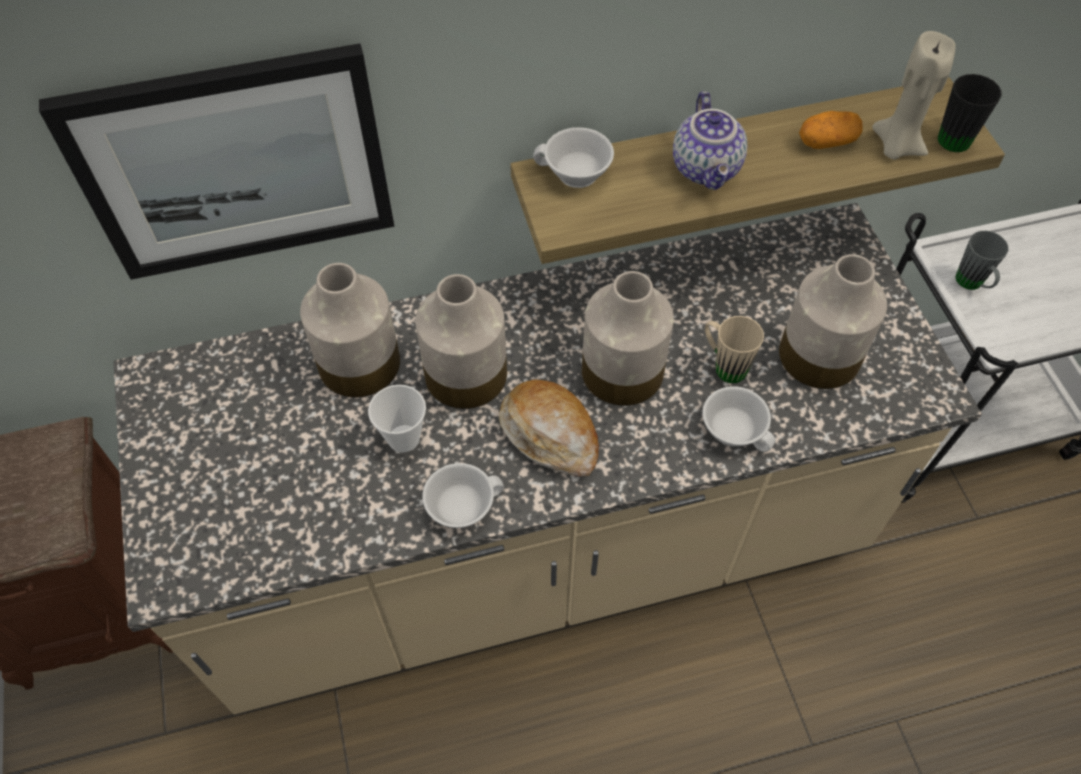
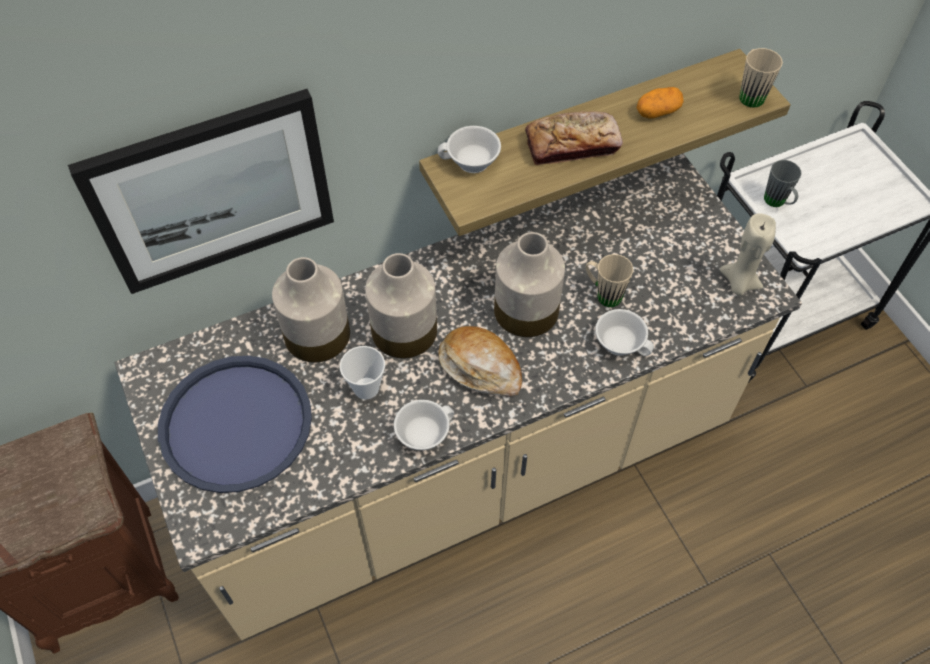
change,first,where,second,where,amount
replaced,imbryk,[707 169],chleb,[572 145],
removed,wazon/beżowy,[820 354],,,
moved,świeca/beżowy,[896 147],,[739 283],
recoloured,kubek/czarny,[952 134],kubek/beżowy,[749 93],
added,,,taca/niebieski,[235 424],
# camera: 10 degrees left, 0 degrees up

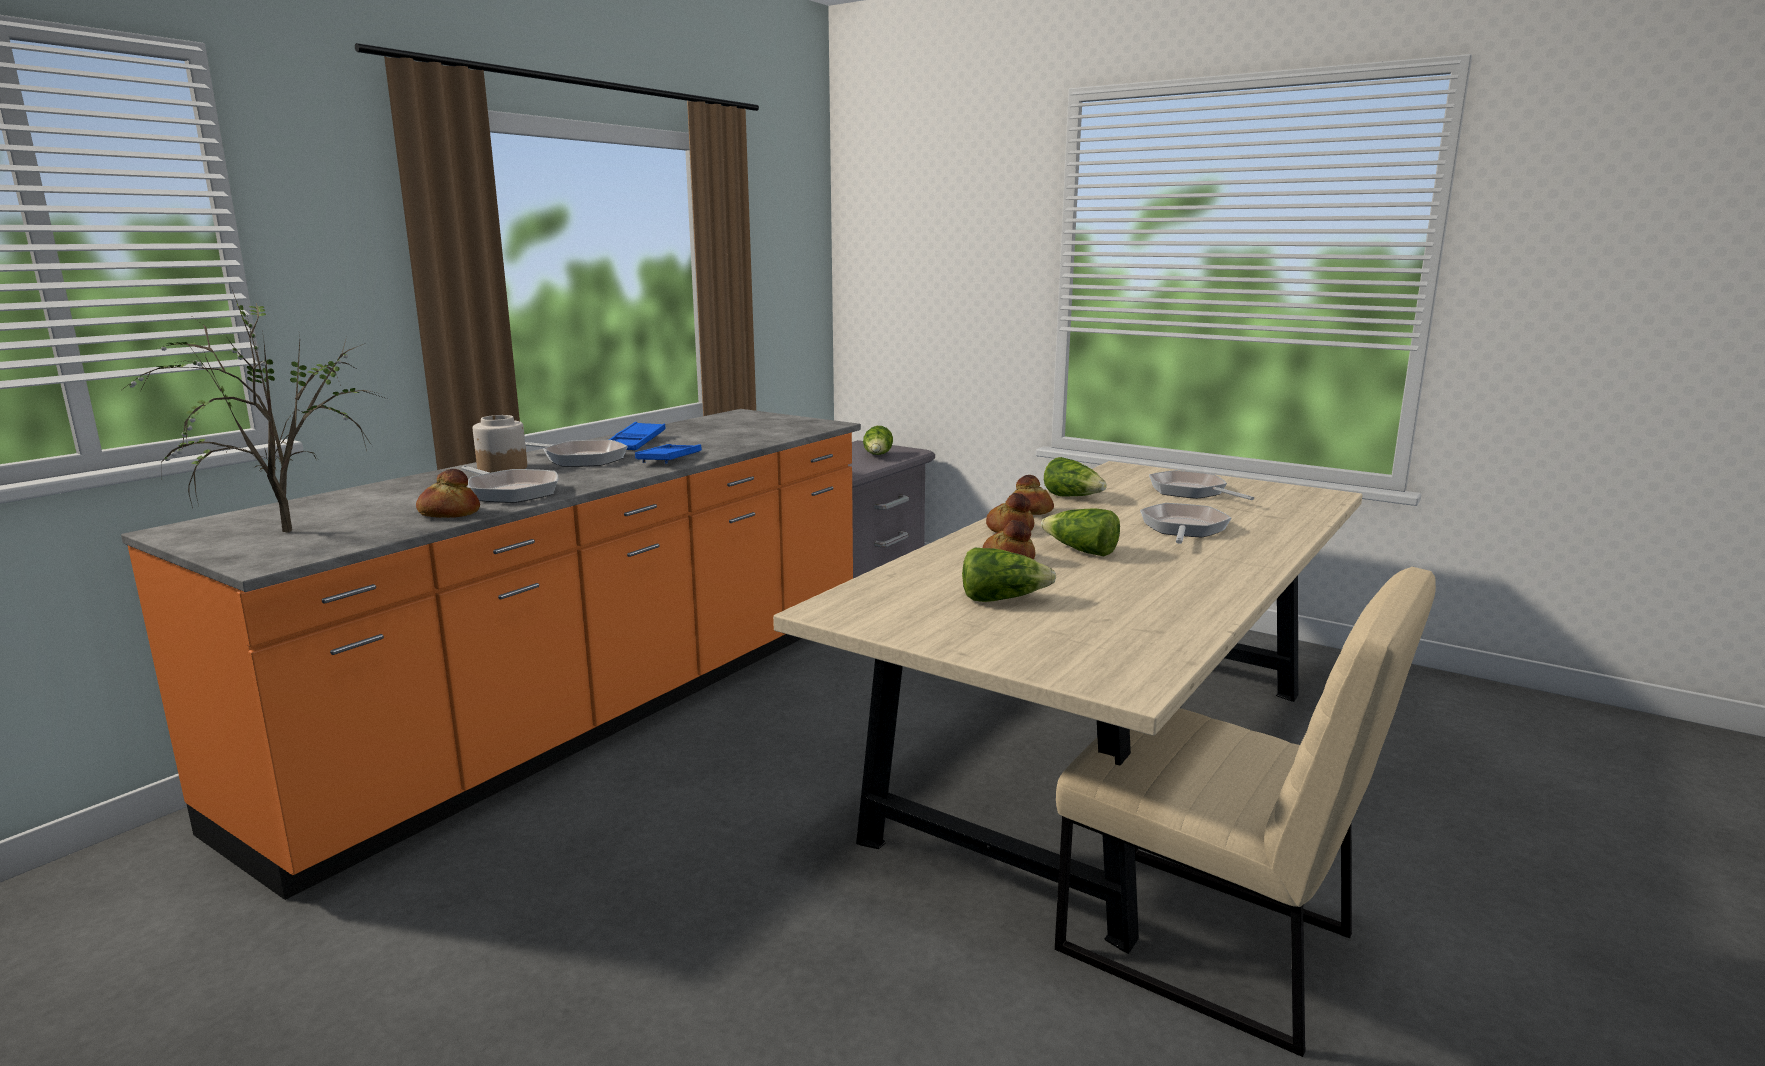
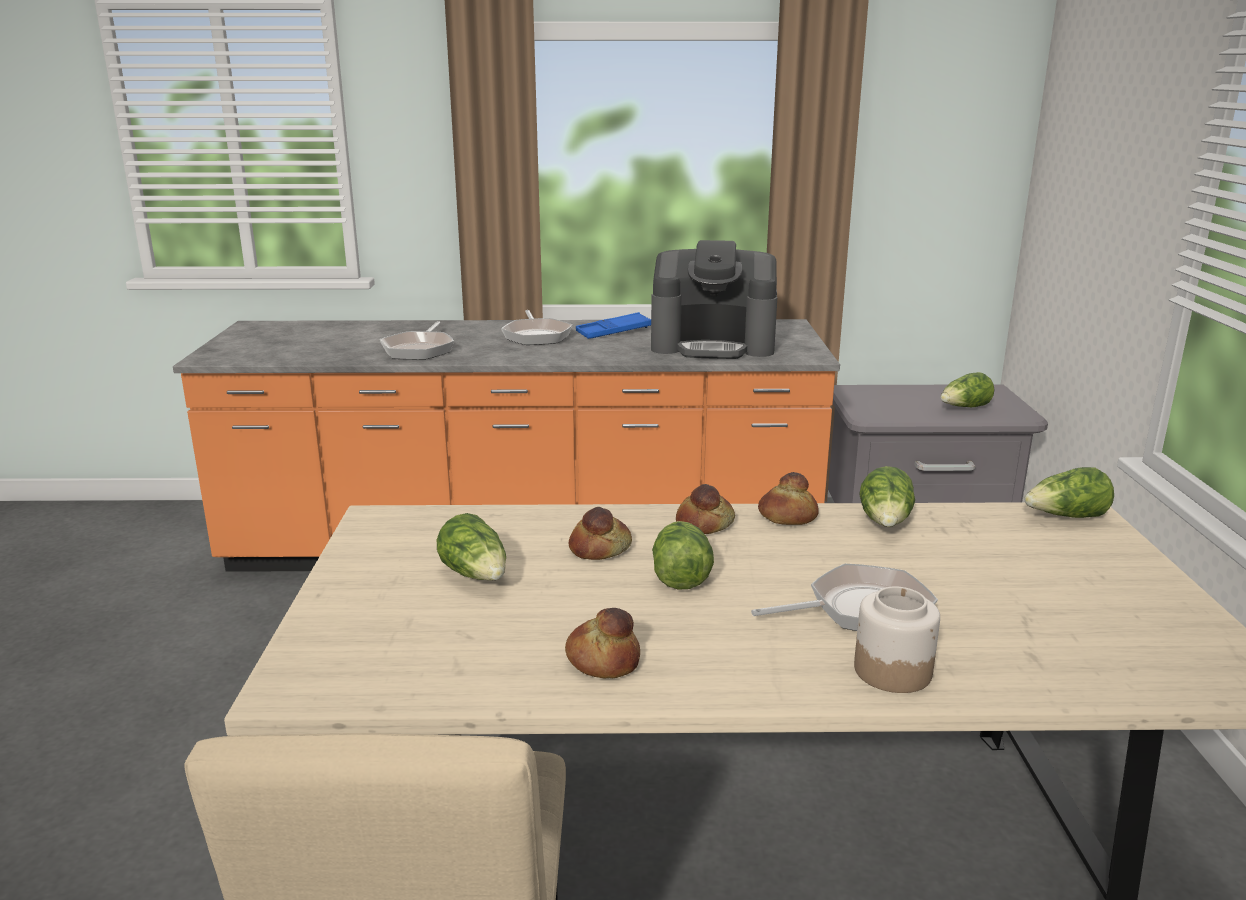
change,first,where,second,where,amount
removed,roślina doniczkowa,[281 530],,,
moved,chleb,[449 513],,[603 660],
moved,słoik,[502 468],,[892 670],
removed,taca/niebieski,[669 459],,,
removed,patelnia,[1191 492],,,
added,,,ekspres do kawy,[713 345],
added,,,sałata,[1066 517],
# camera: 55 degrees right, 5 degrees up

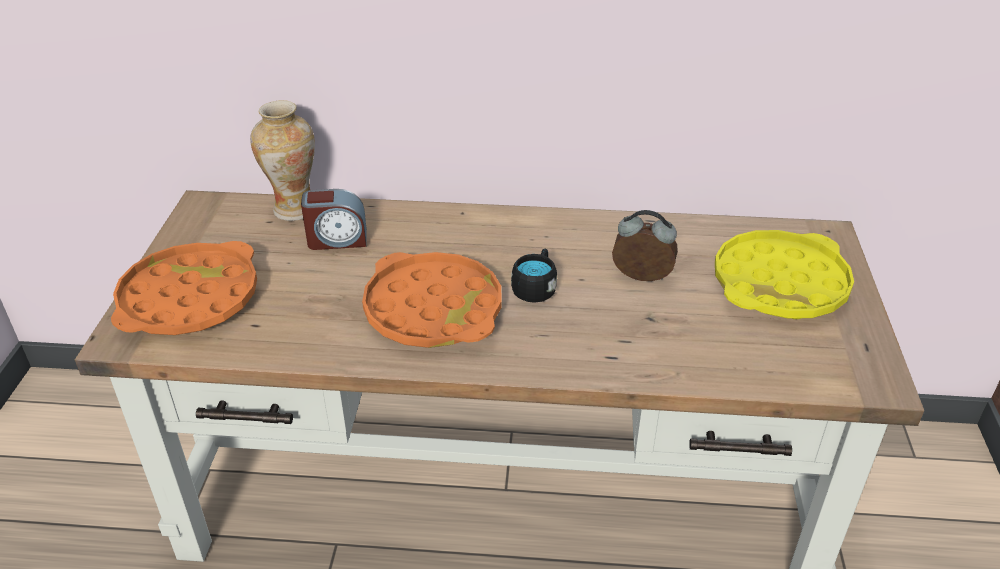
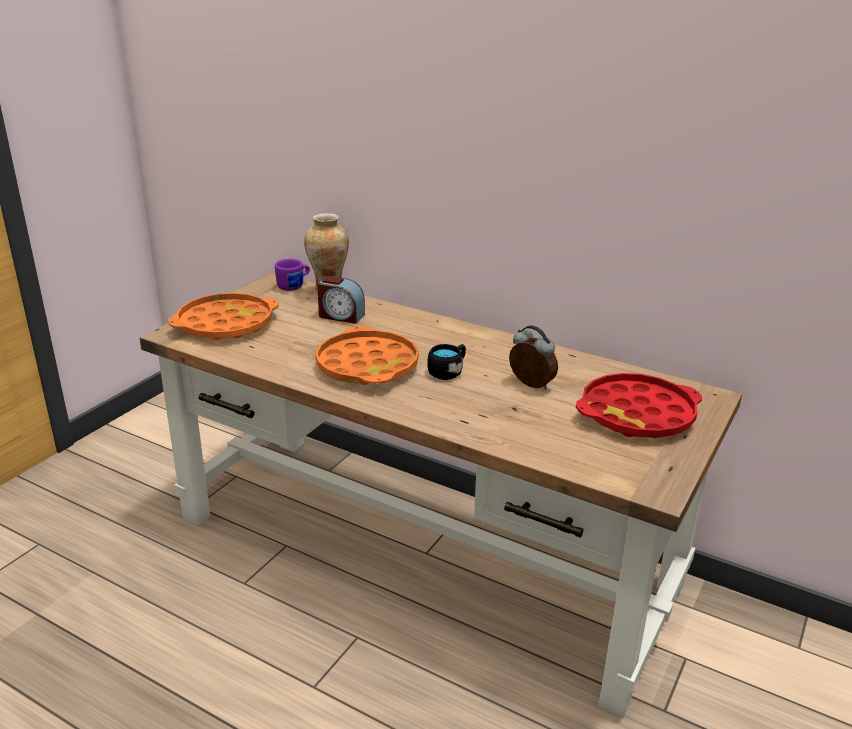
change,first,where,second,where,amount
recoloured,taca/żółty,[780 284],taca/czerwony,[637 415],
added,,,kubek/fioletowy,[294 286],
# camera: 25 degrees right, 10 degrees down

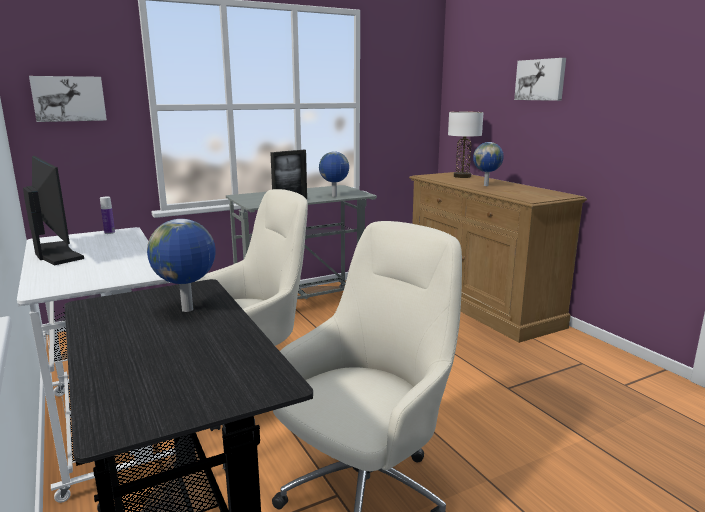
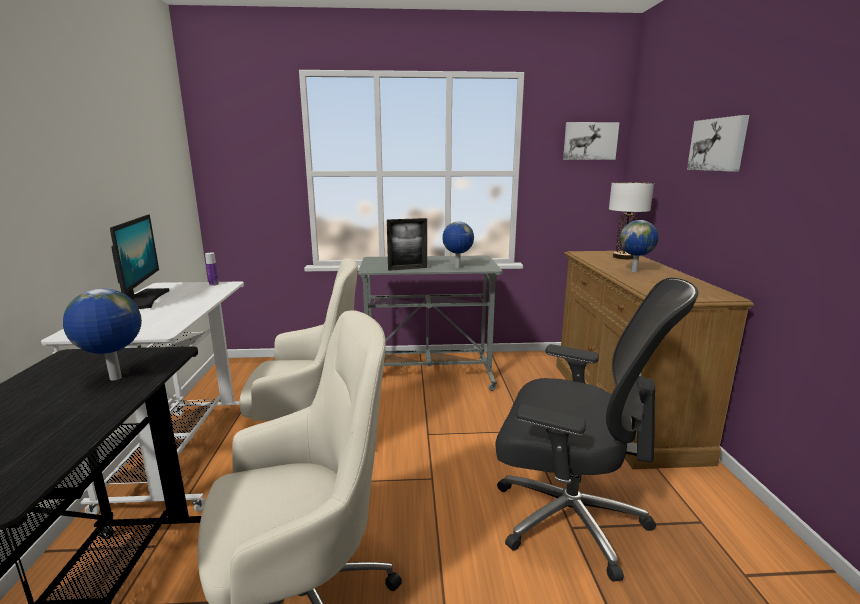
change,first,where,second,where,amount
moved,obraz,[69 98],,[589 141],
added,,,krzesło biurowe,[566 521],
# camera: 25 degrees right, 0 degrees up

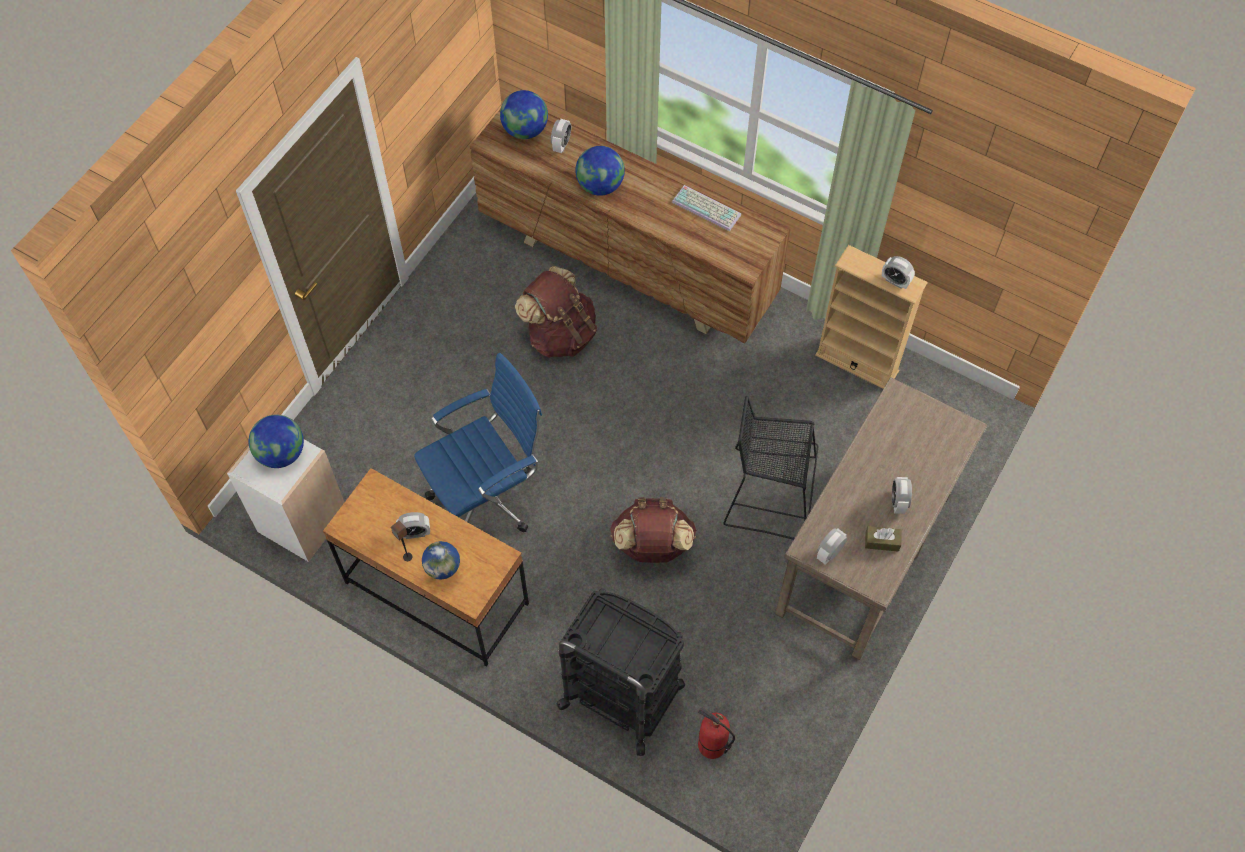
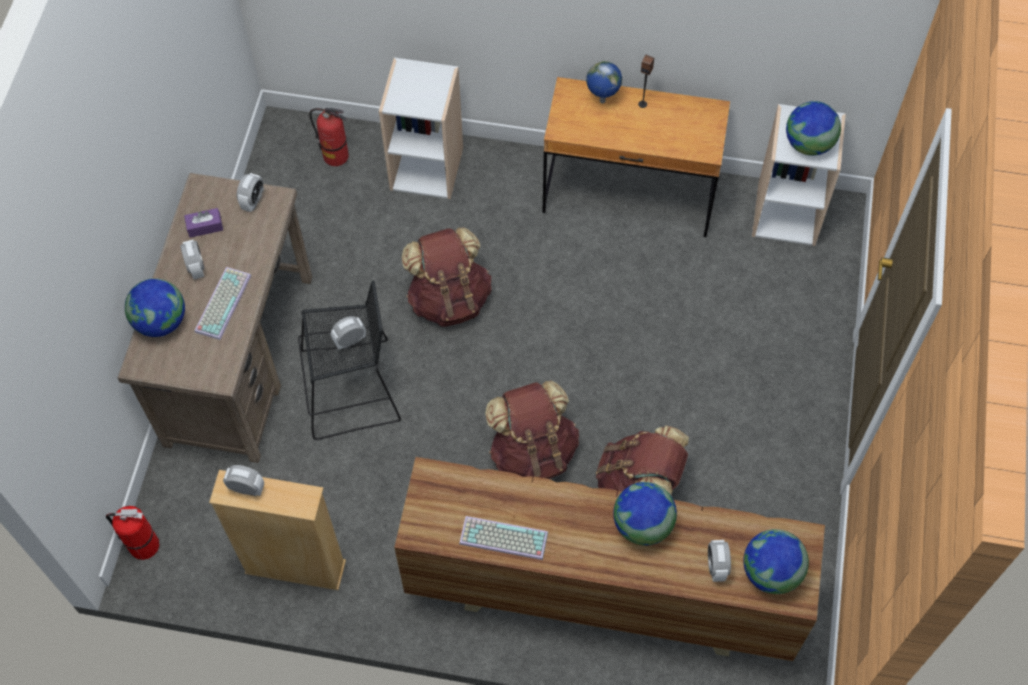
change,first,where,second,where,amount
moved,budzik,[415 533],,[350 341],
removed,krzesło biurowe/niebieski,[488 496],,,
replaced,wózek/czarny,[622 695],regał,[427 168],
recoloured,pudełko chusteczek/brązowy,[882 541],pudełko chusteczek/fioletowy,[205 226],
added,,,gaśnica,[142 545],
added,,,globus,[161 322],
added,,,klawiatura,[222 302],
added,,,plecak/brązowy,[533 451],
# camera: 160 degrees right, 0 degrees up

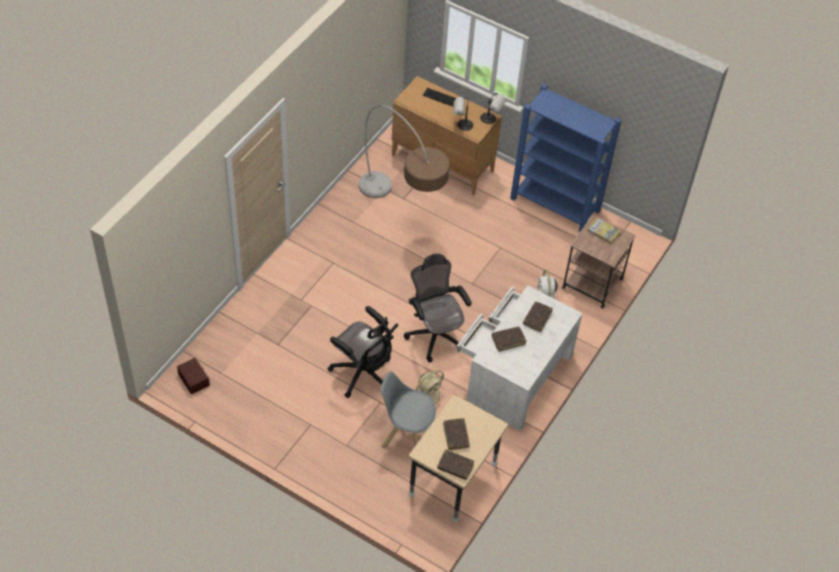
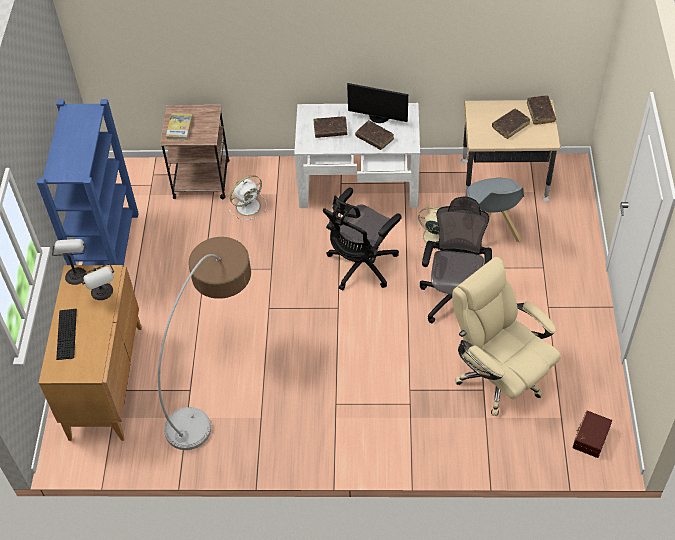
change,first,where,second,where,amount
added,,,monitor,[379 117],
added,,,krzesło biurowe/beżowy,[499 377],
# camera: 115 degrees left, 0 degrees up

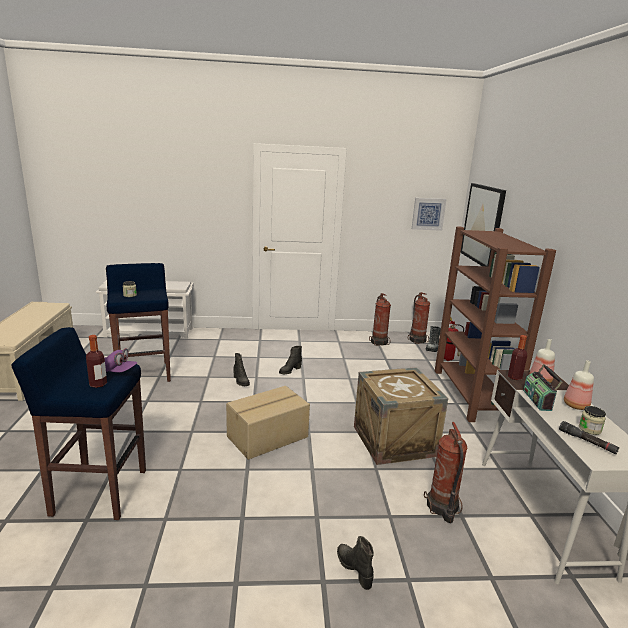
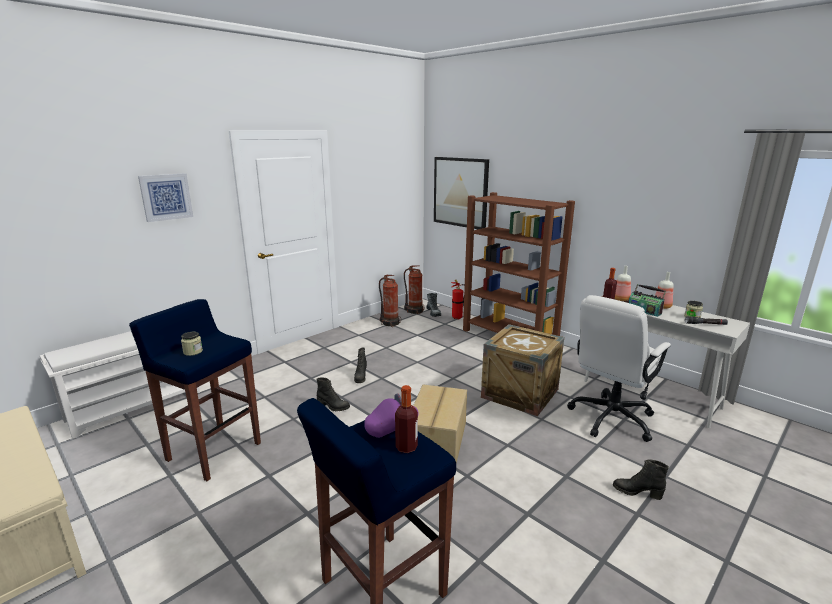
change,first,where,second,where,amount
moved,obraz,[428 214],,[166 197],
replaced,gaśnica,[442 507],krzesło biurowe/biały,[610 421],
# camera: 40 degrees left, 0 degrees up

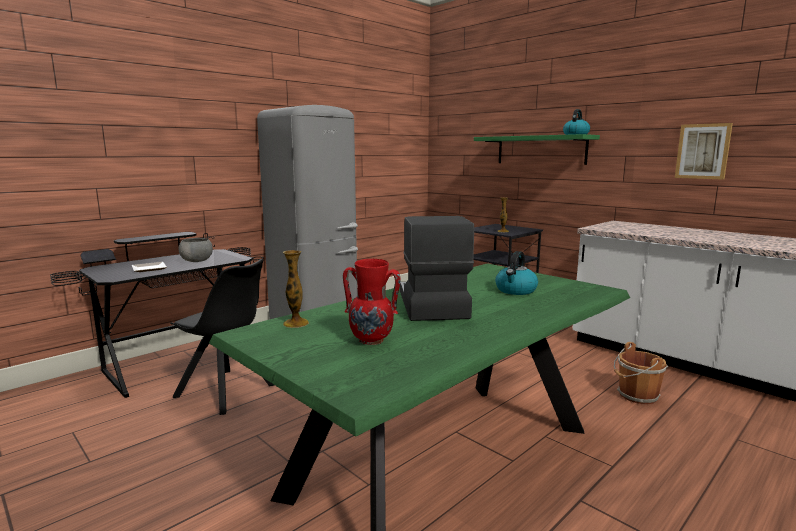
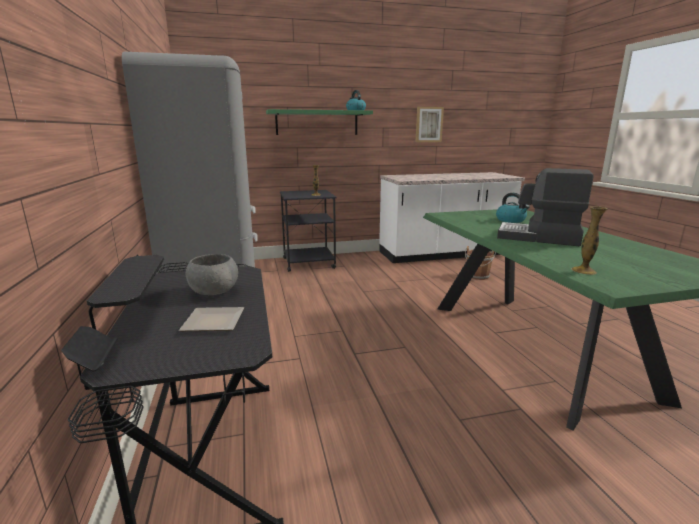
change,first,where,second,where,amount
removed,krzesło/czarny,[226 391],,,
removed,wazon/czerwony,[372 341],,,
# camera: 60 degrees left, 5 degrees up

